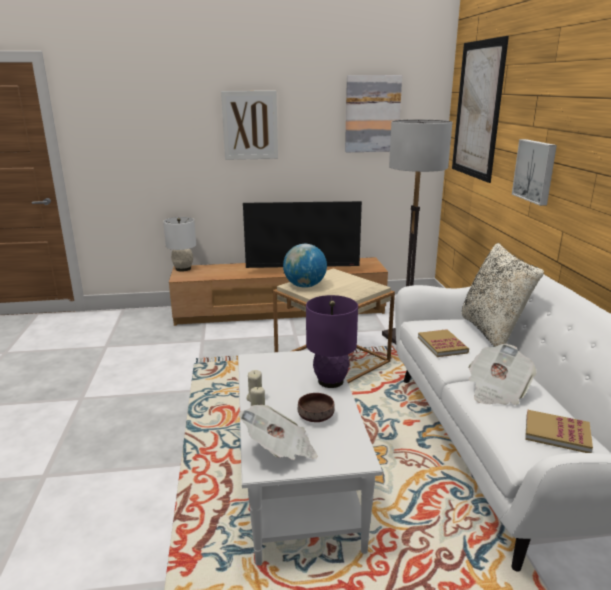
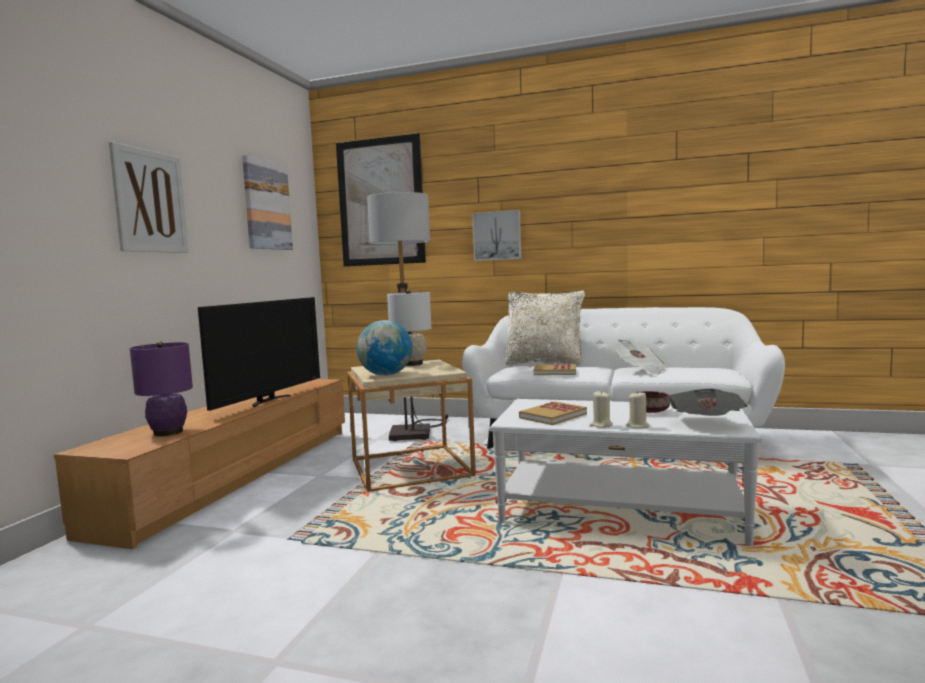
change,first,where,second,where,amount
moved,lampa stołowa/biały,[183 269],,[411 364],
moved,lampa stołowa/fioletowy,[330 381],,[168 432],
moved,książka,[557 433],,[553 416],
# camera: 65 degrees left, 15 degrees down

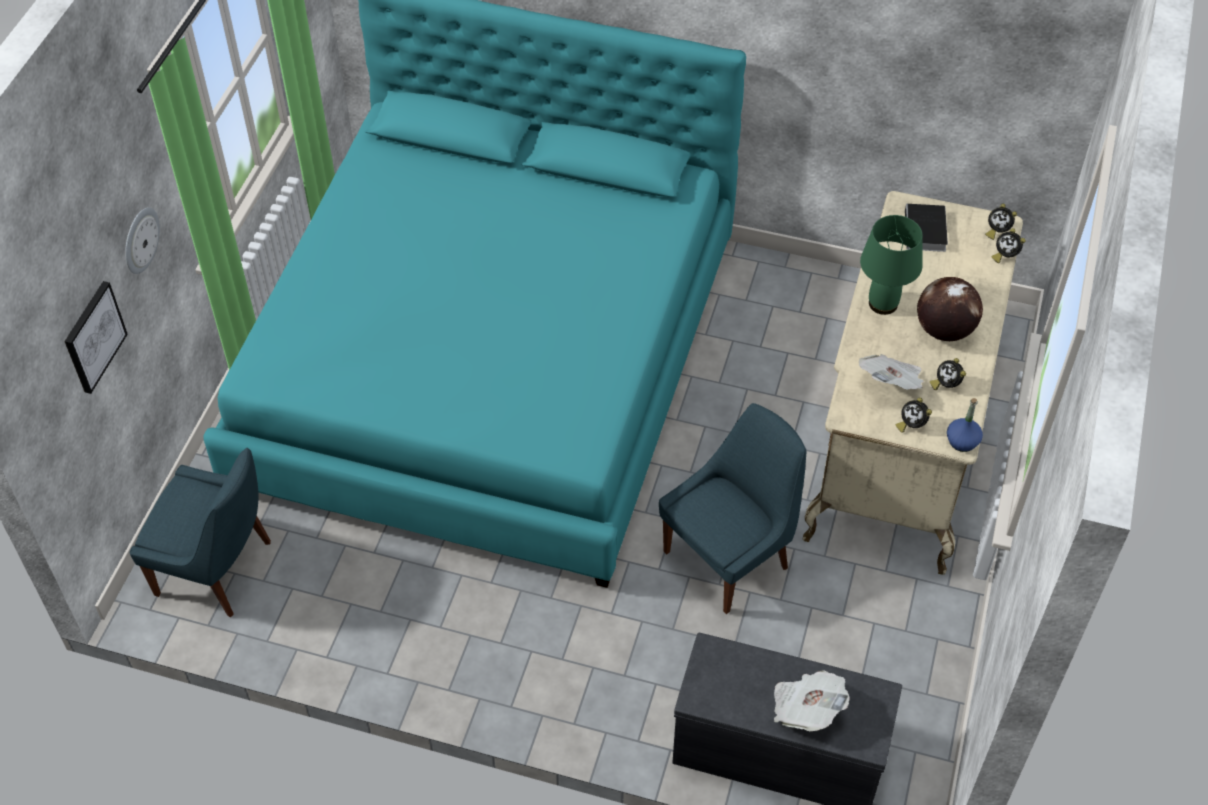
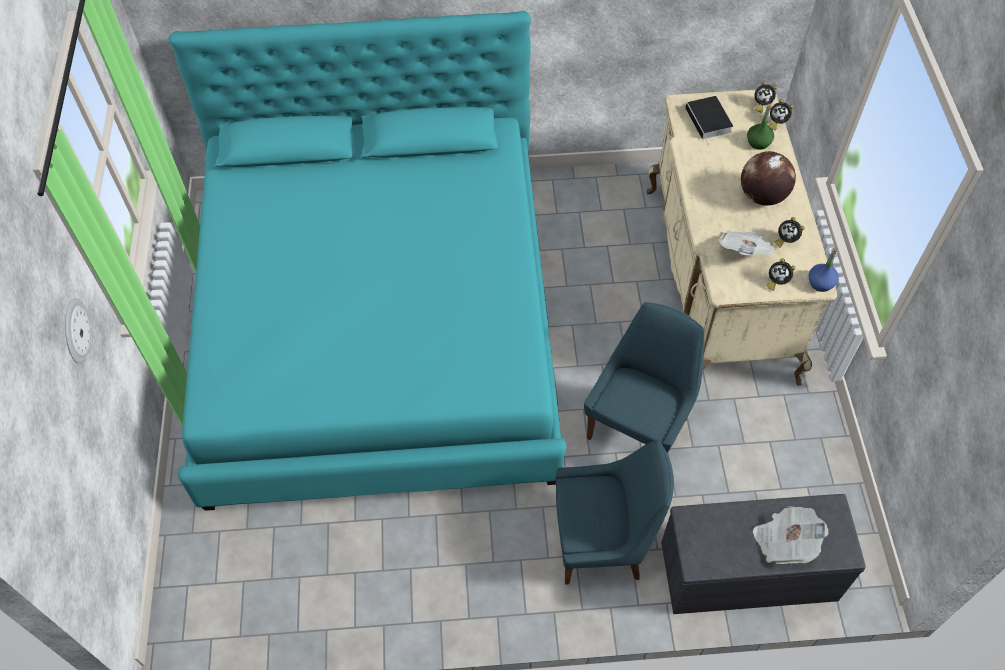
change,first,where,second,where,amount
removed,obraz,[93 336],,,
moved,krzesło/niebieski,[218 569],,[602 542],
removed,lampa stołowa/zielony,[882 303],,,
added,,,butelka/zielony,[758 142],
# camera: 20 degrees left, 5 degrees up

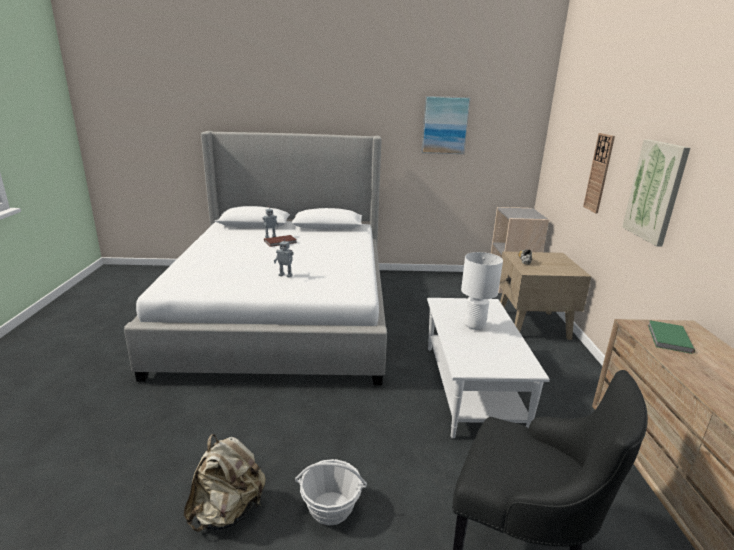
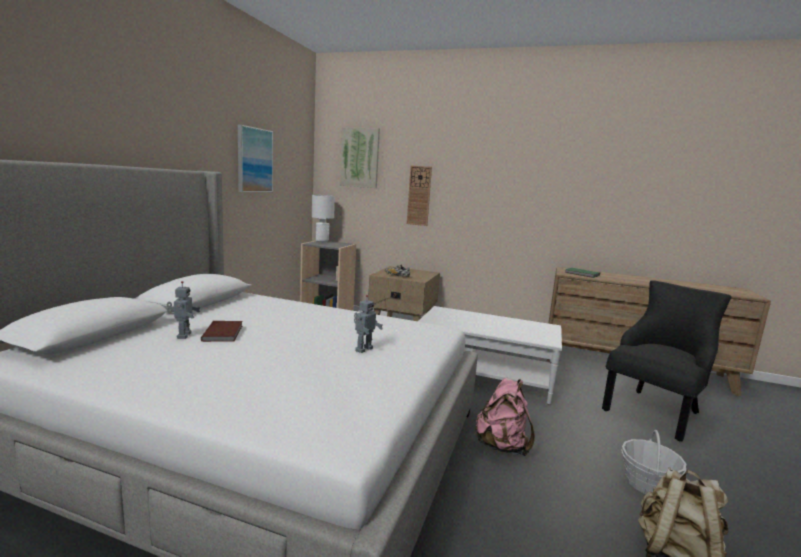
change,first,where,second,where,amount
moved,lampa stołowa/biały,[475 327],,[322 241],
moved,obraz,[655 191],,[360 157],
added,,,plecak/różowy,[502 446],
# camera: 70 degrees left, 10 degrees down

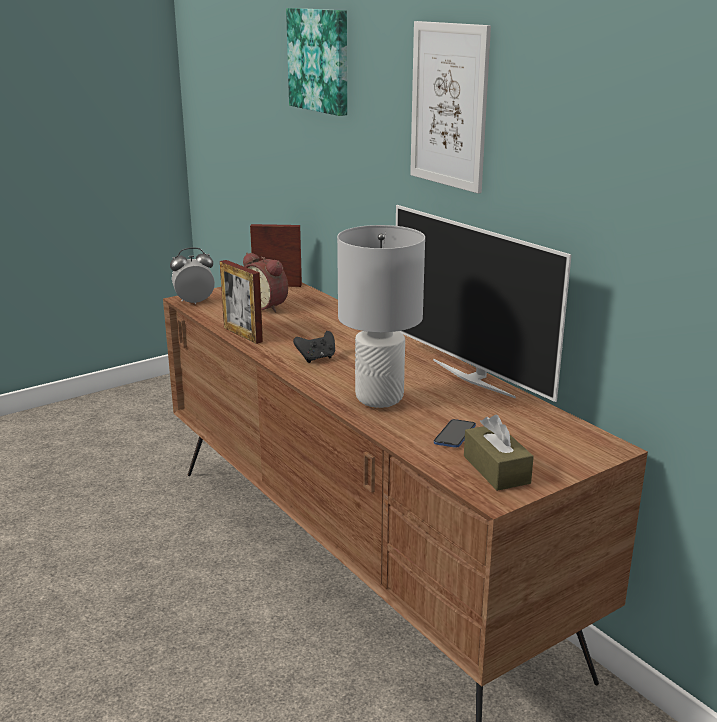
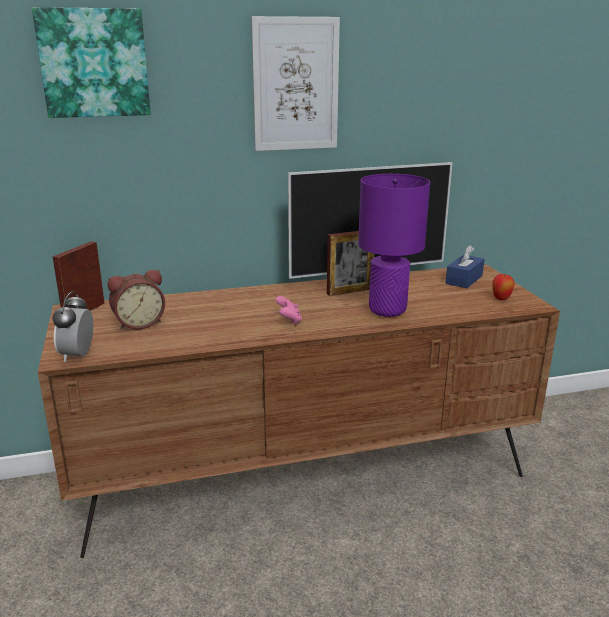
change,first,where,second,where,amount
moved,ramka na zdjęcie,[243 335],,[349 291],
recoloured,pad do gier/czarny,[316 358],pad do gier/różowy,[289 320],
recoloured,lampa stołowa/szary,[380 401],lampa stołowa/fioletowy,[387 312],
removed,telefon,[454 435],,,
replaced,pudełko chusteczek/brązowy,[496 469],jabłko,[501 299],
added,,,pudełko chusteczek/niebieski,[464 279],
# camera: 70 degrees left, 0 degrees up

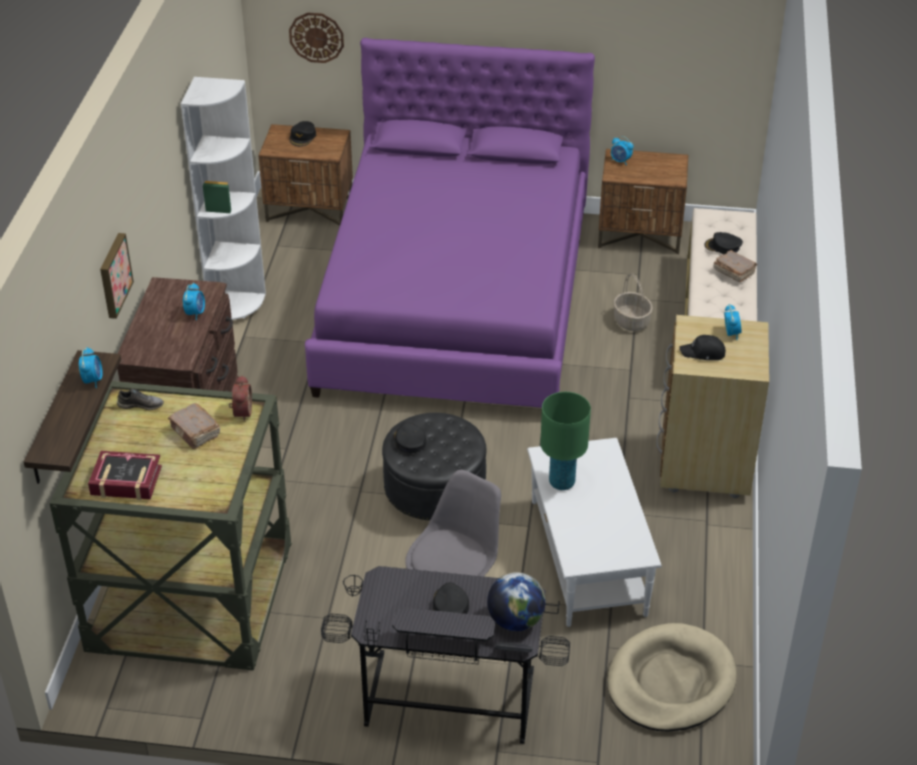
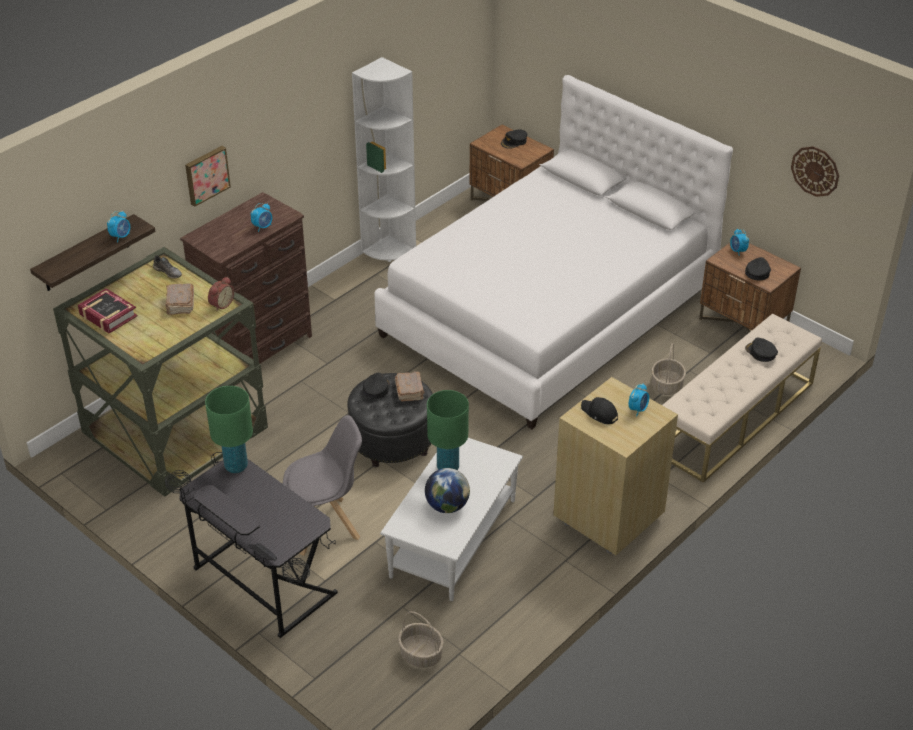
change,first,where,second,where,amount
moved,zegar ścienny,[316 37],,[815 171],
recoloured,łóżko/fioletowy,[456 300],łóżko/biały,[549 312],
moved,czapka z daszkiem/czarny,[450 604],,[757 272],
moved,globus,[515 620],,[447 506],
replaced,legowisko/beżowy,[670 682],koszyk,[420 654],
moved,książka/brązowy,[733 272],,[410 391],
added,,,lampa stołowa/zielony,[236 466],
# camera: 35 degrees right, 0 degrees up

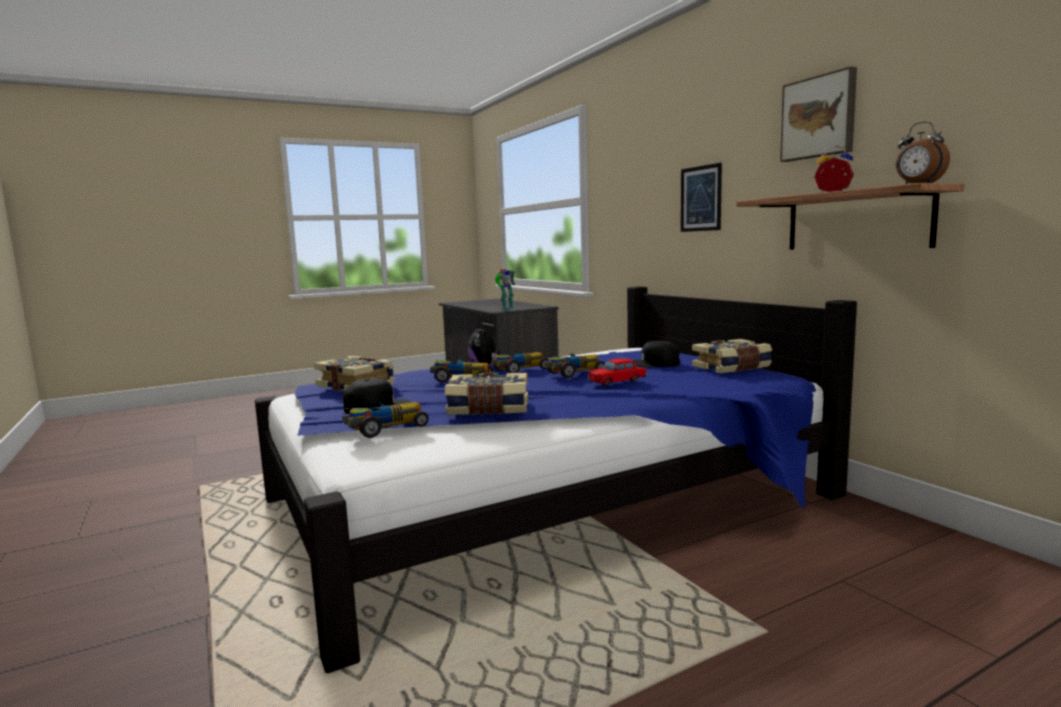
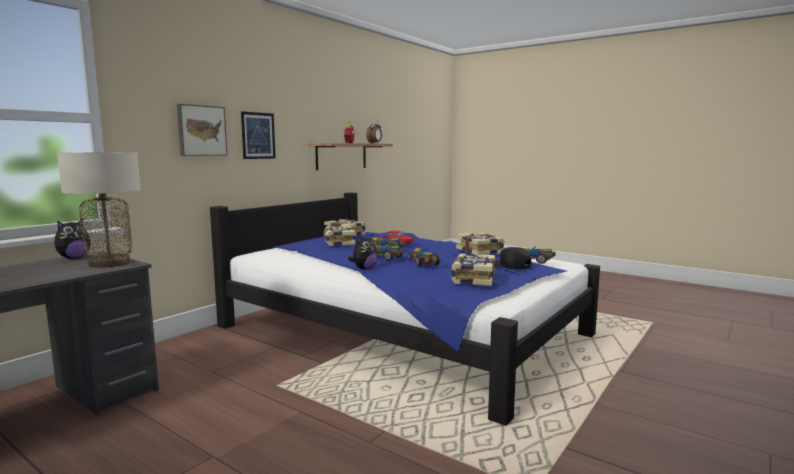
change,first,where,second,where,amount
replaced,robot zabawkowy,[506 309],lampa stołowa,[110 263],
replaced,czapka z daszkiem/czarny,[654 363],książka,[338 242],
moved,obraz,[819 117],,[201 130],
added,,,pluszak,[73 258],
# camera: 115 degrees left, 0 degrees up

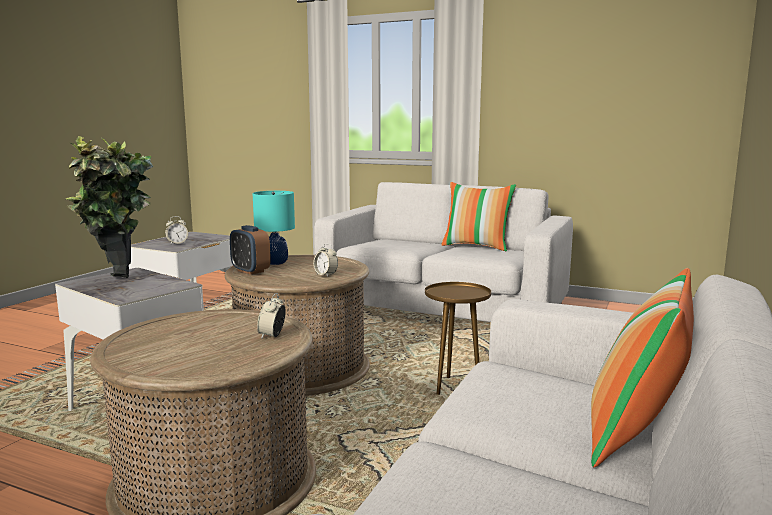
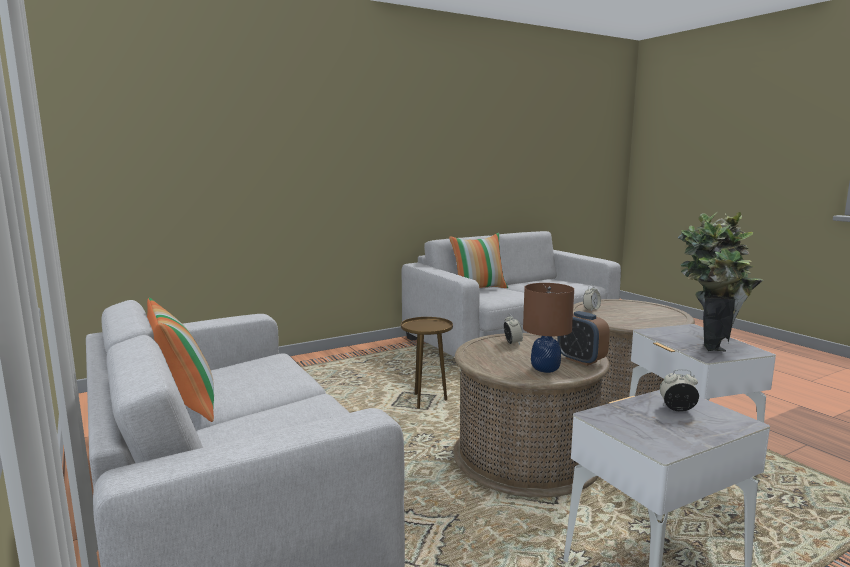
change,first,where,second,where,amount
turned,budzik,[250 271],,[581 360],150 degrees clockwise
recoloured,lampa stołowa/turkusowy,[275 263],lampa stołowa/brązowy,[546 370],
# camera: 145 degrees left, 0 degrees up

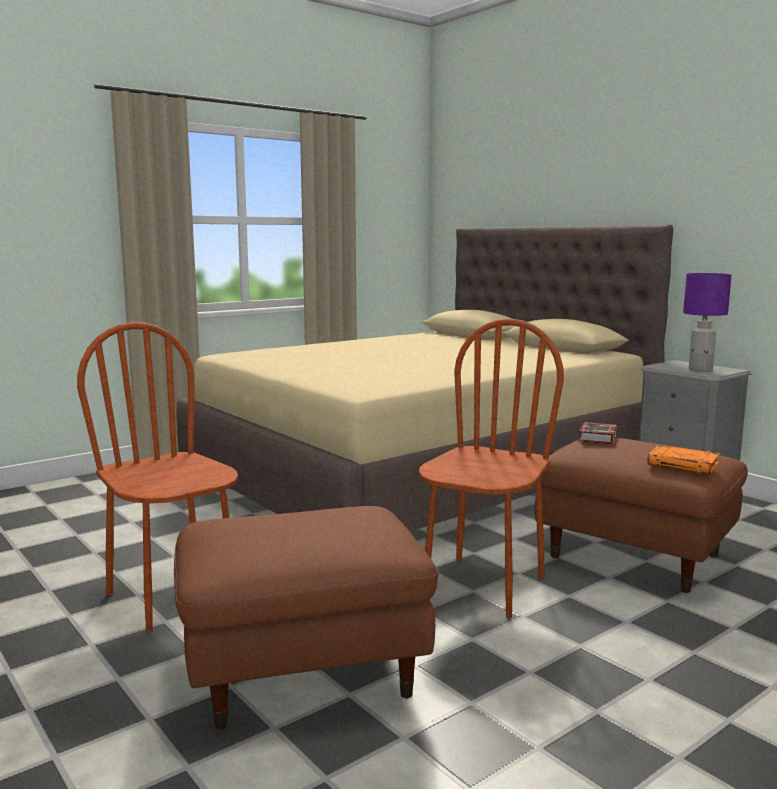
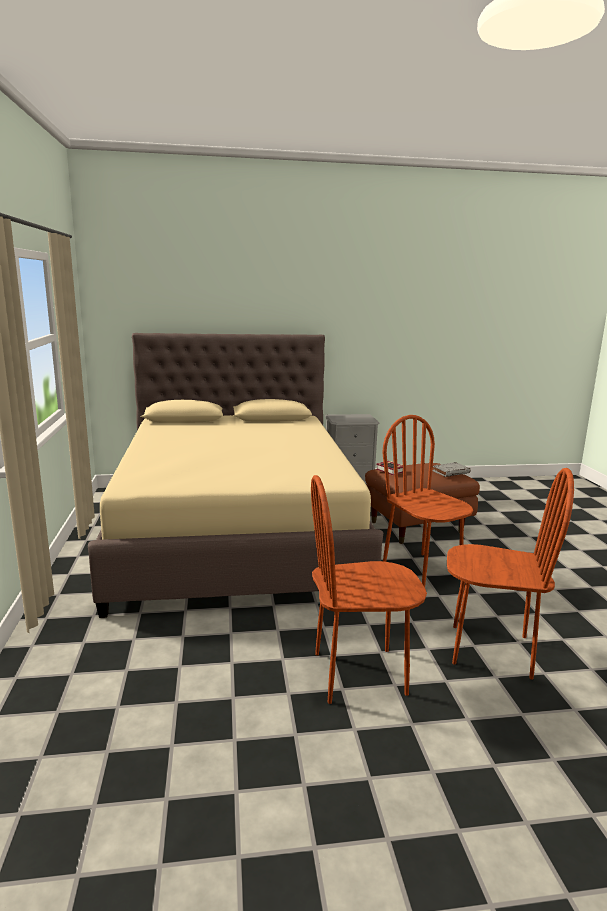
change,first,where,second,where,amount
replaced,pufa/brązowy,[301 673],krzesło/brązowy,[490 650],
recoloured,książka/pomarańczowy,[683 464],książka/szary,[451 472],
removed,lampa stołowa/fioletowy,[701 370],,,
# camera: 60 degrees left, 5 degrees up

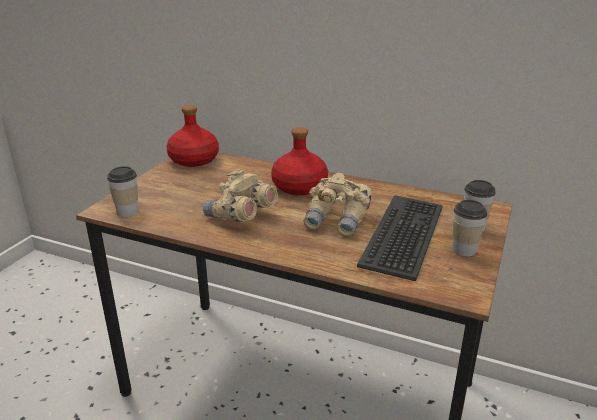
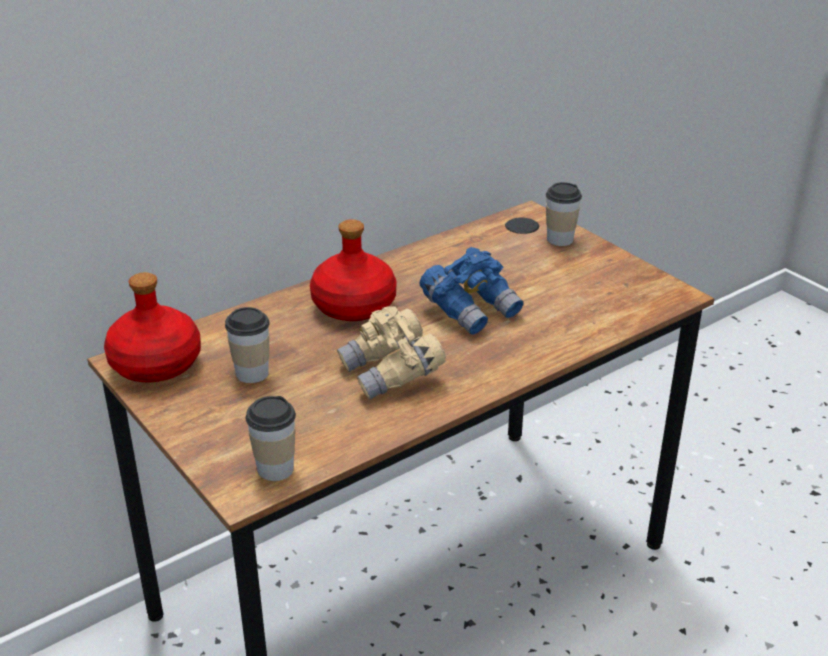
change,first,where,second,where,amount
recoloured,lornetka/beżowy,[338 220],lornetka/niebieski,[471 310],
removed,klawiatura,[404 235],,,
moved,filiżanka,[464 250],,[252 373],
# camera: 60 degrees left, 5 degrees up

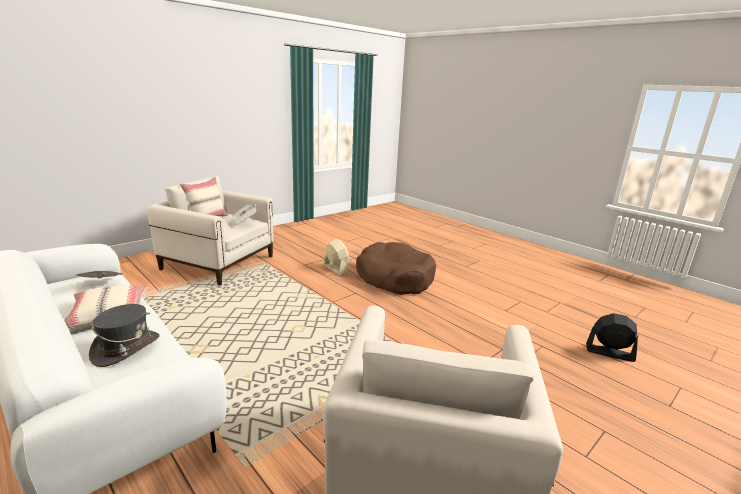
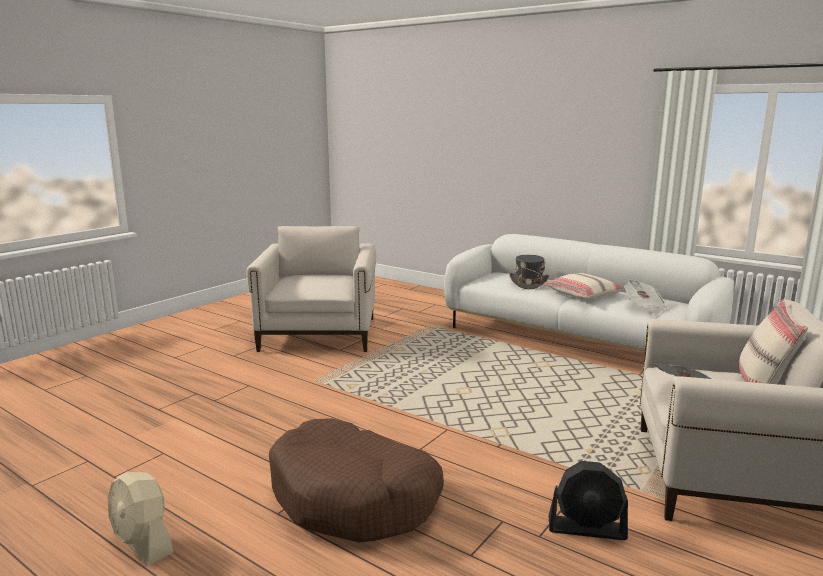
change,first,where,second,where,amount
moved,wentylator/beżowy,[336 269],,[142 543],
moved,wentylator/czarny,[609 352],,[587 528],
# camera: 170 degrees right, 5 degrees down

